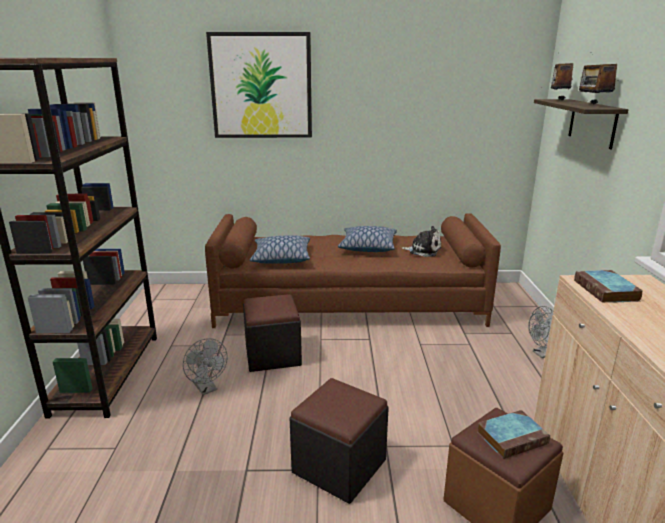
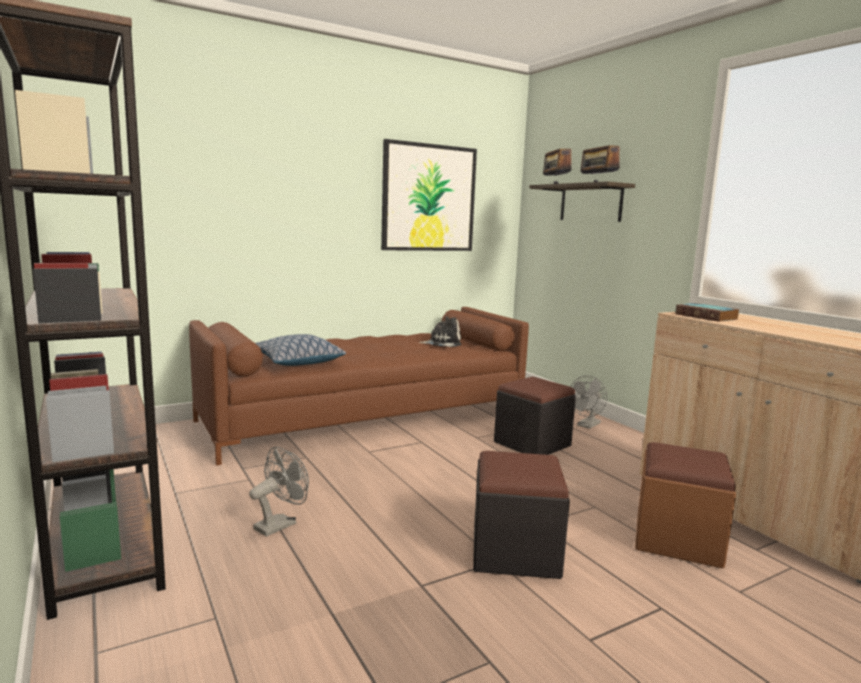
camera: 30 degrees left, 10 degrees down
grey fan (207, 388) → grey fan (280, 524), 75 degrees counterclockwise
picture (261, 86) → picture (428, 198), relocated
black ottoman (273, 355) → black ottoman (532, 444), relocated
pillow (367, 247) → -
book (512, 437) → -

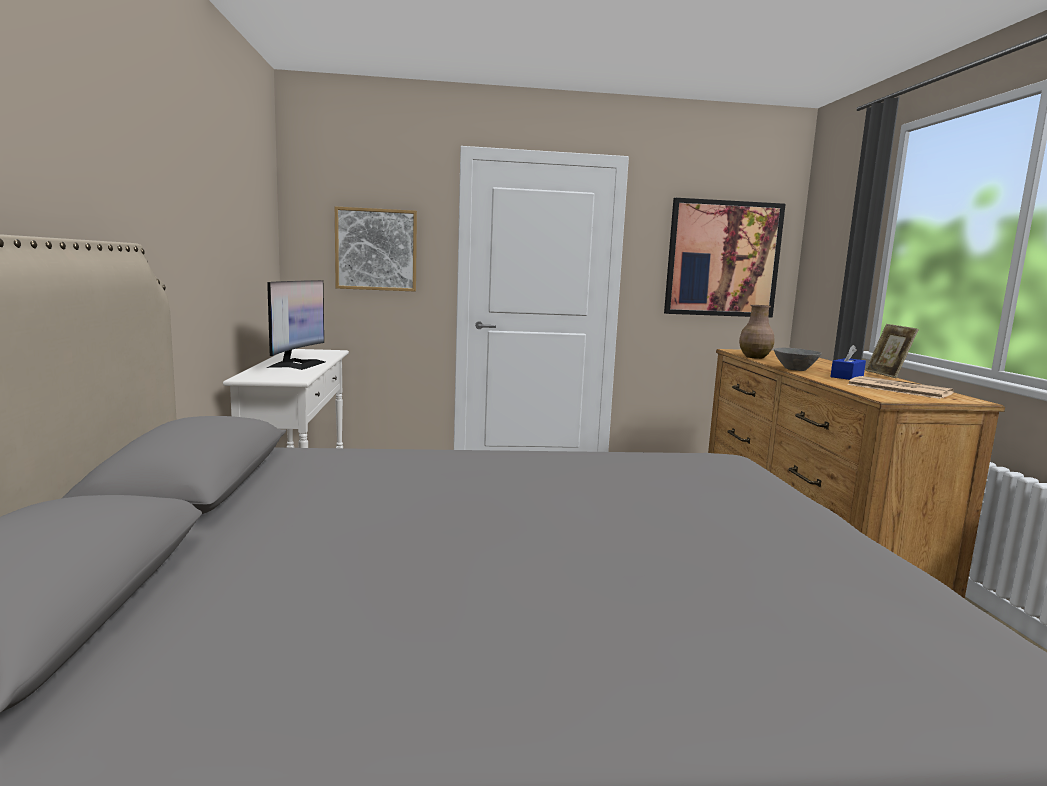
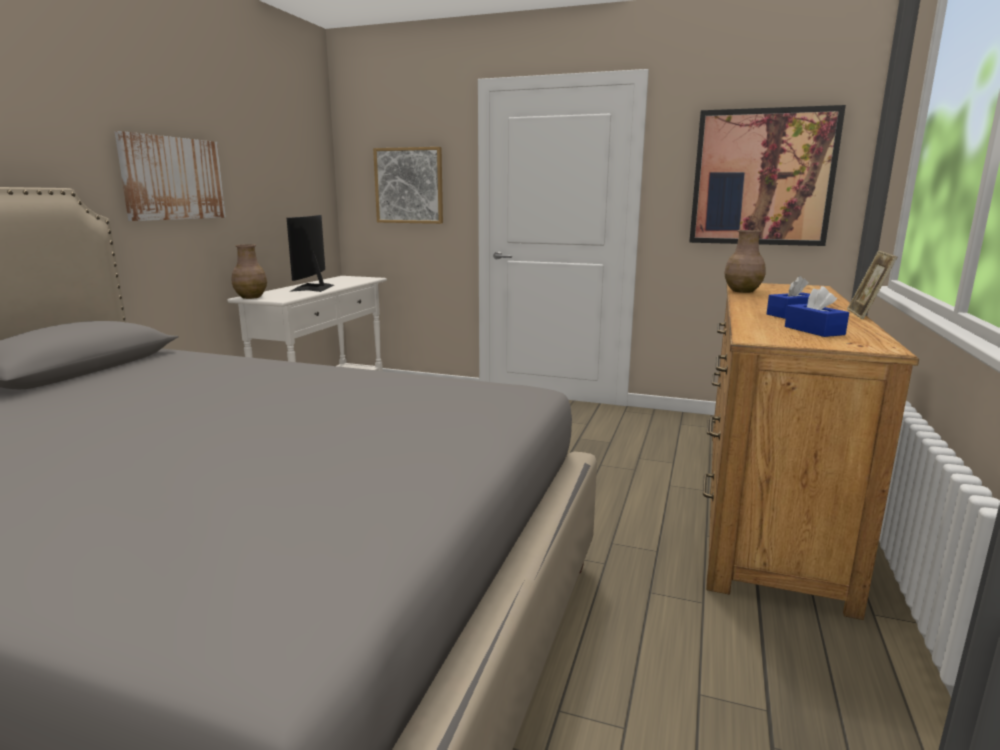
camera: 25 degrees right, 5 degrees up
- → picture (173, 178)
- → brown vase (251, 297)
monitor (297, 364) → monitor (312, 288), 150 degrees clockwise
newspaper (897, 389) → blue tissue box (814, 330)
grey bowl (795, 369) → -

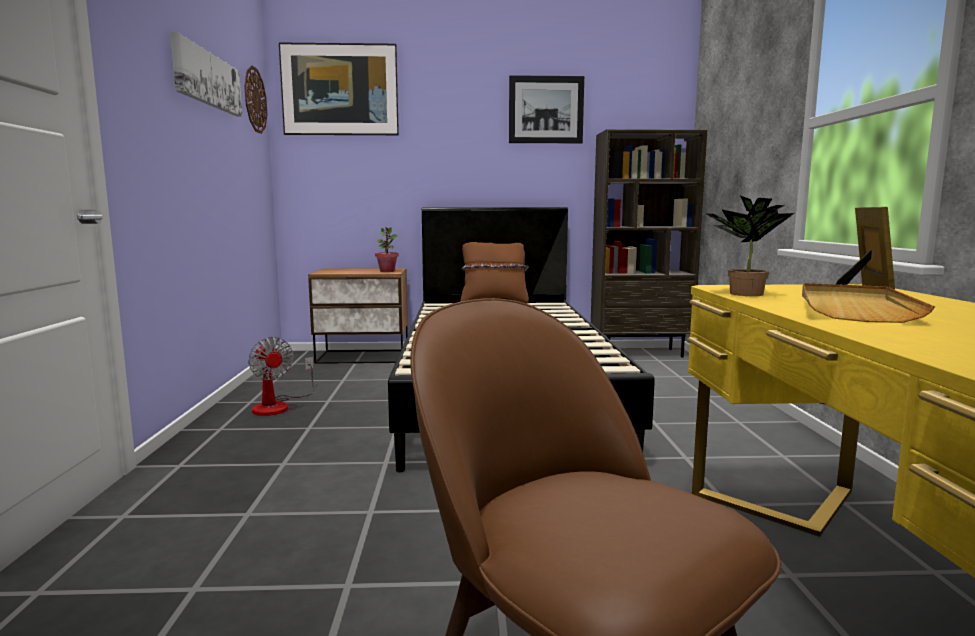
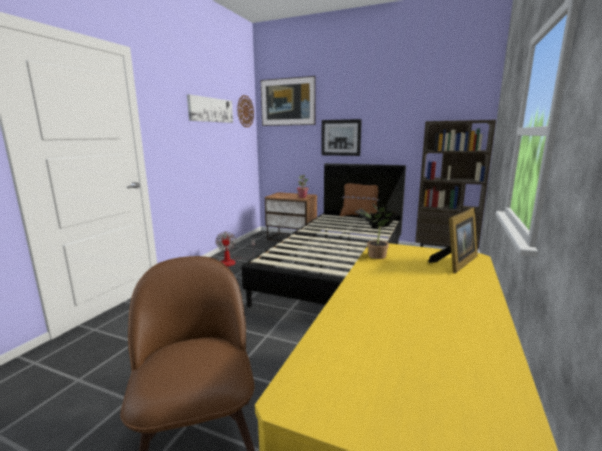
camera: 25 degrees right, 5 degrees up
picture (546, 110) → picture (341, 137), relocated
beige tray (853, 308) → -

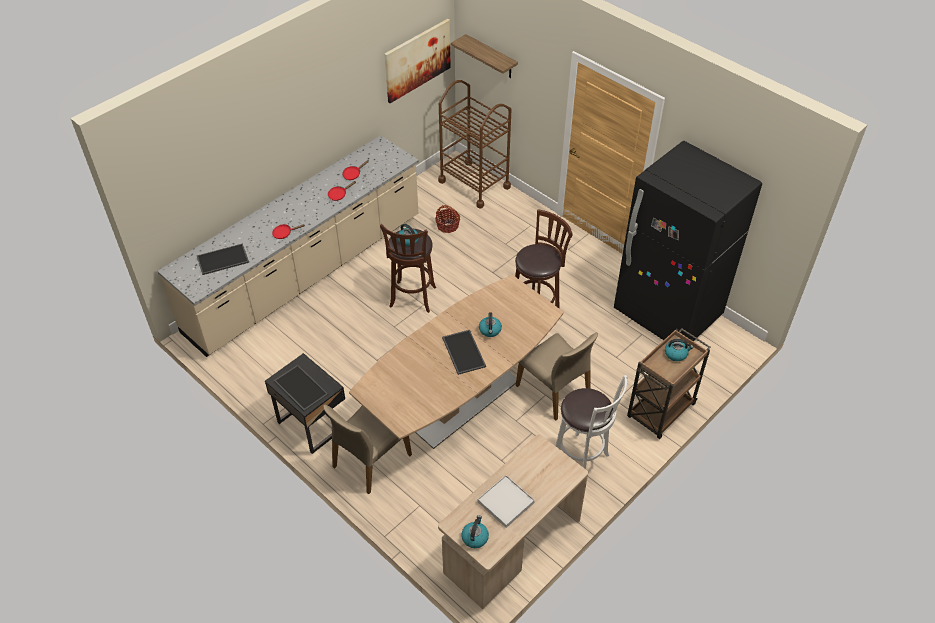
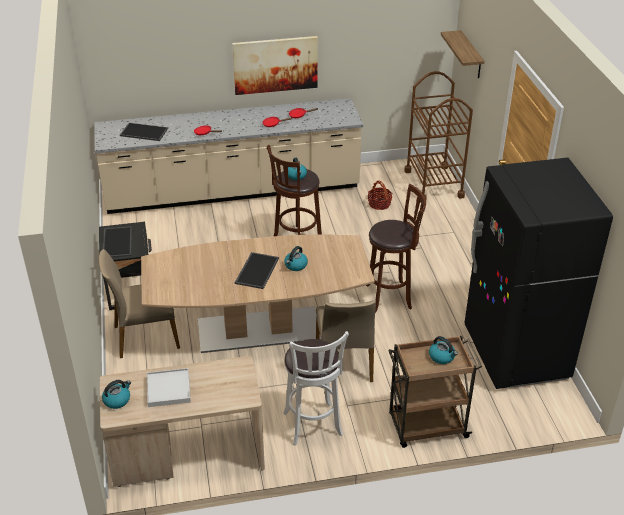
camera: 35 degrees right, 10 degrees down
picture (417, 60) → picture (275, 65), relocated

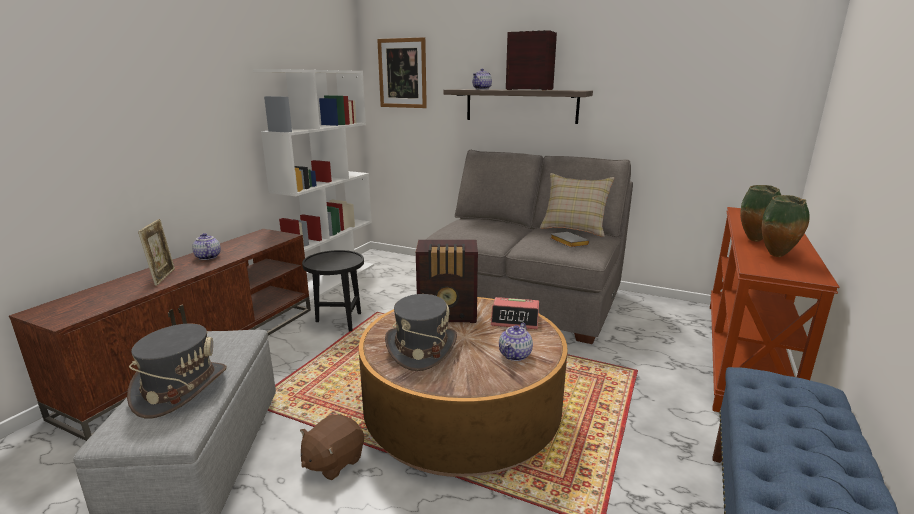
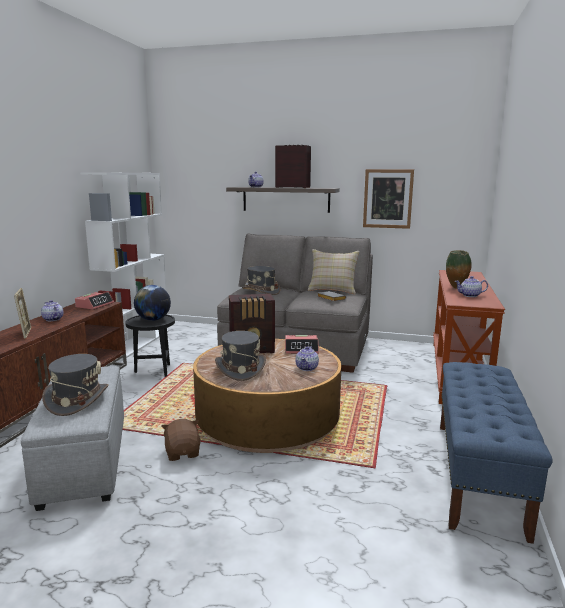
camera: 10 degrees left, 5 degrees down
- → alarm clock (95, 305)
- → globe (153, 320)
brown plush toy (333, 461) → brown plush toy (183, 452), 135 degrees clockwise
- → grey hat (261, 291)
picture (402, 73) → picture (388, 198), relocated
vase (777, 256) → teapot (470, 295)

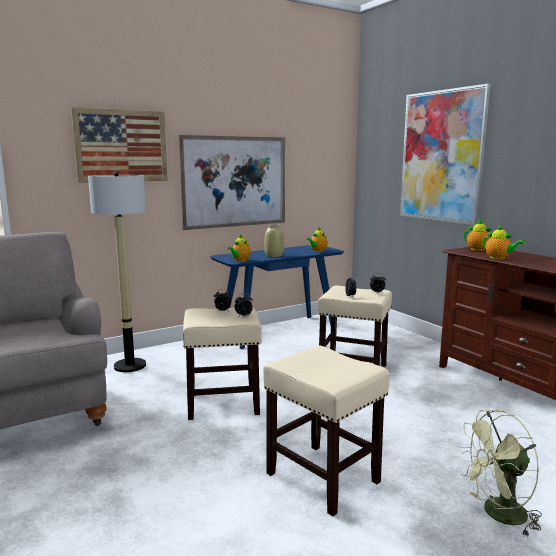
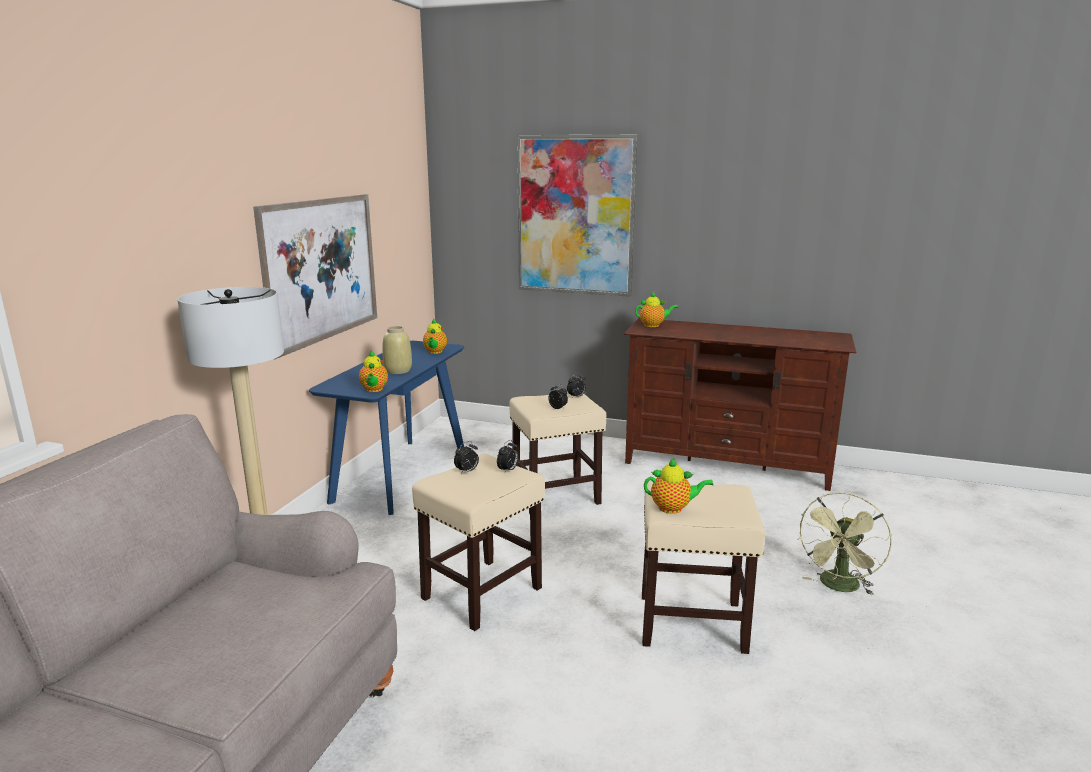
camera: 40 degrees left, 5 degrees up
teapot (499, 258) → teapot (673, 508), relocated
picture (121, 146) → -

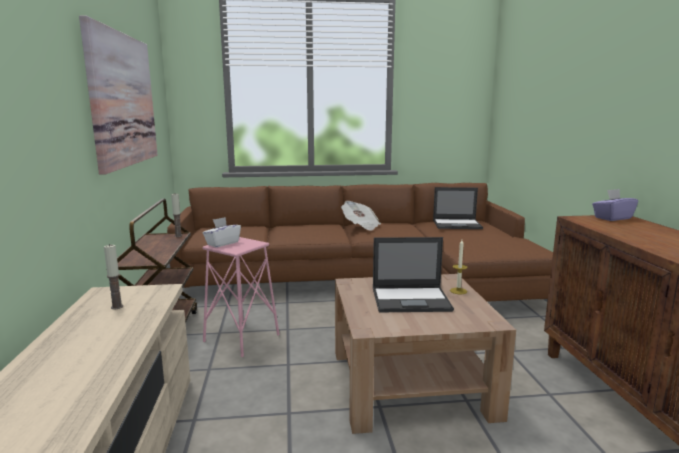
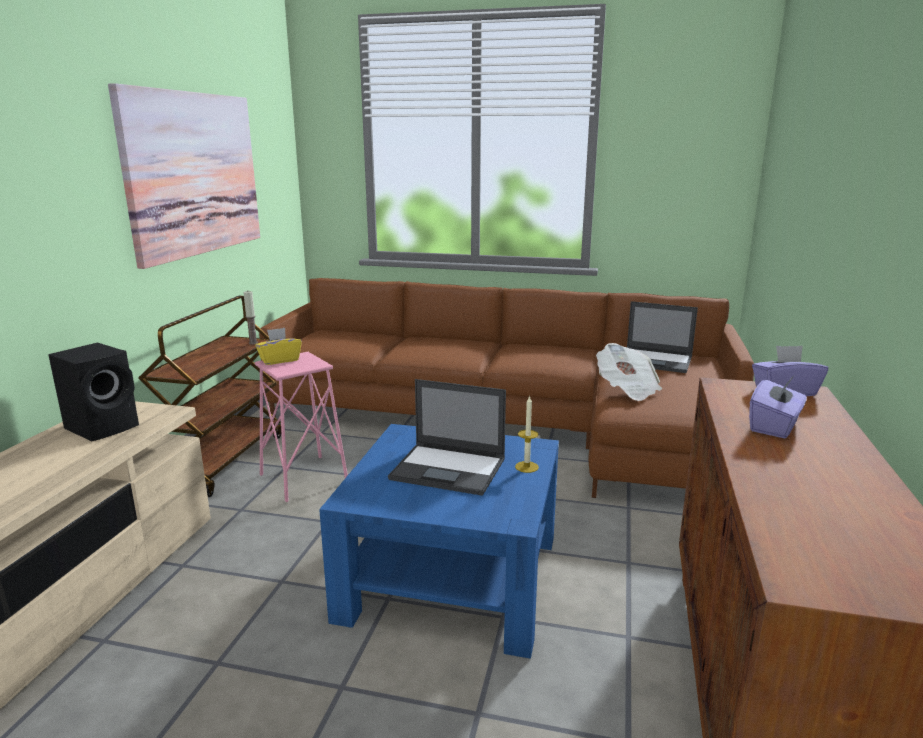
camera: 20 degrees right, 5 degrees up
candle (117, 307) → black speaker (104, 426)
white tissue box (222, 243) → yellow tissue box (279, 360)
brown coffee table (410, 382) → blue coffee table (451, 577)
newspaper (361, 226) → newspaper (627, 388), relocated
- → purple tissue box (774, 426)

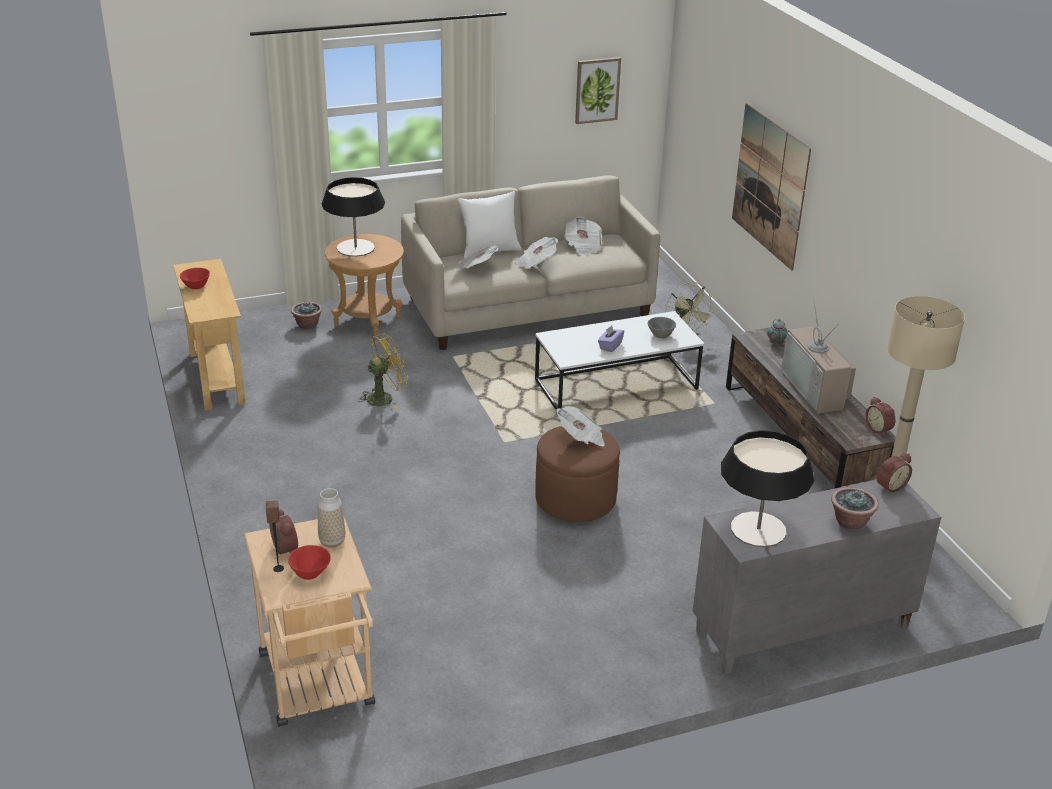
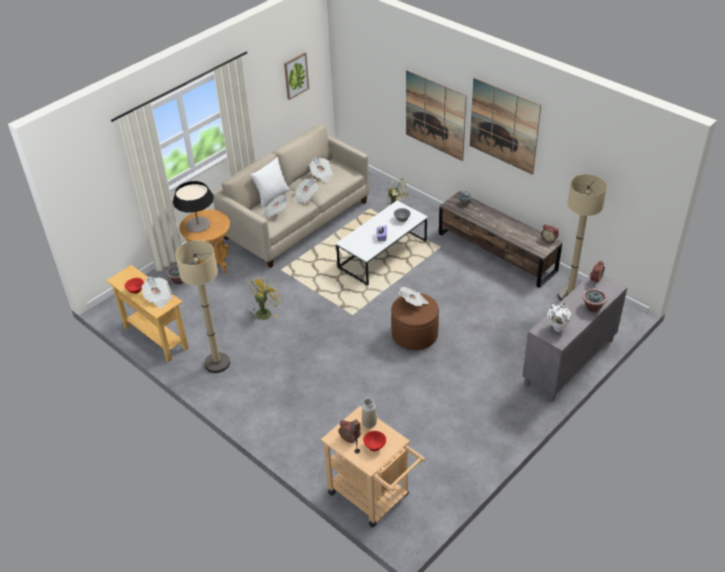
camera: 25 degrees left, 10 degrees up
- → newspaper (158, 298)
- → beige floor lamp (217, 363)
- → picture (504, 126)
table lamp (758, 529) → white vase (557, 328)
television (817, 390) → -

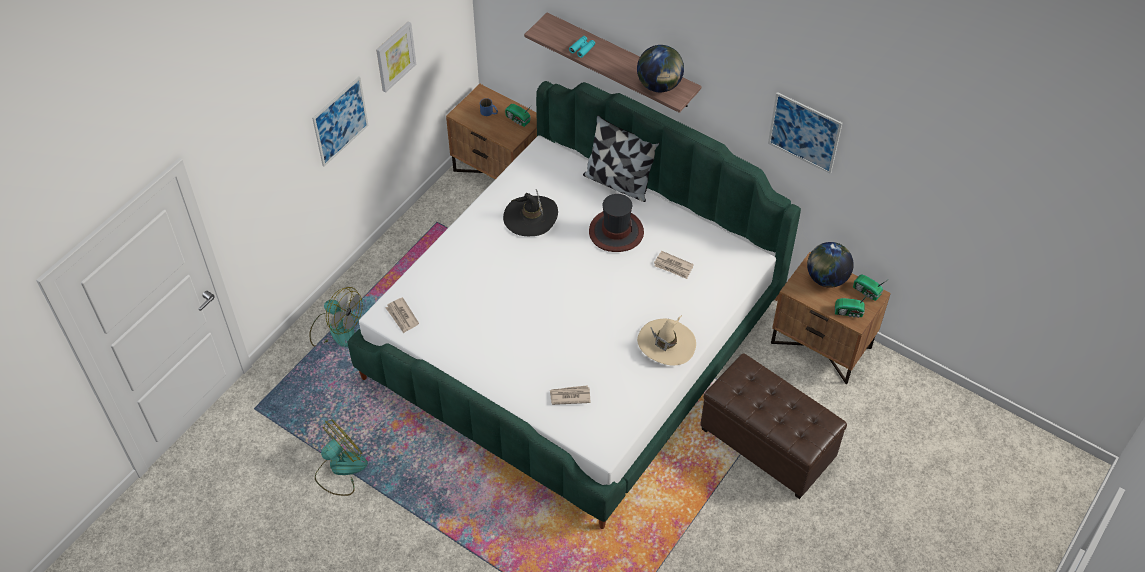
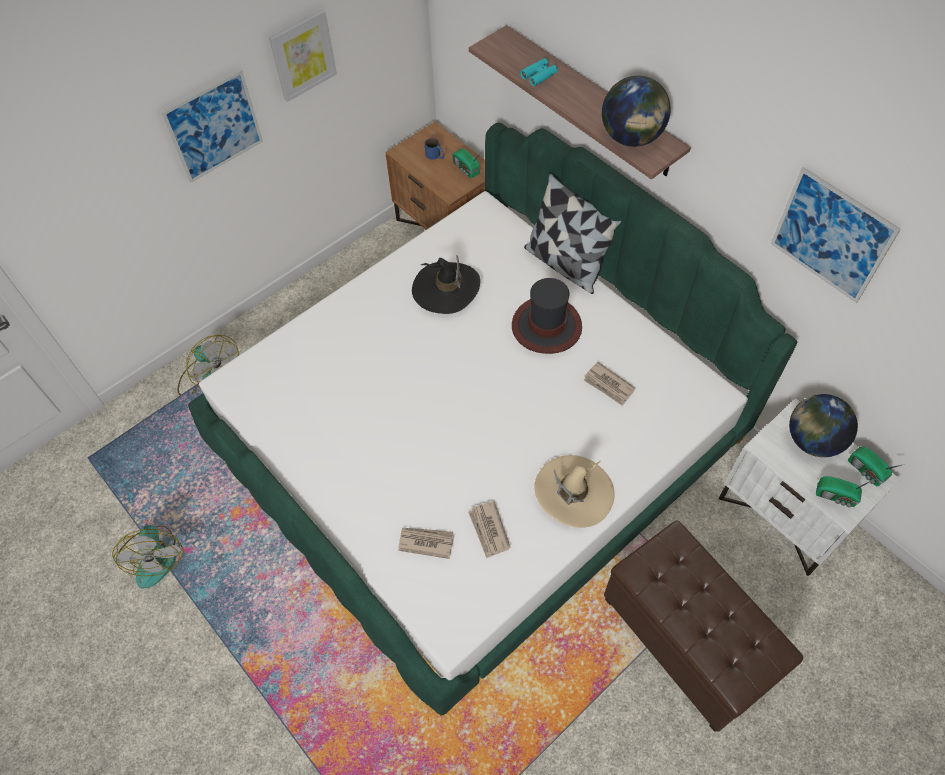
camera: 15 degrees right, 5 degrees up
fan (340, 469) → fan (155, 556), 105 degrees clockwise
newspaper (402, 316) → newspaper (489, 530), relocated
brown nightstand (822, 344) → white nightstand (784, 514)

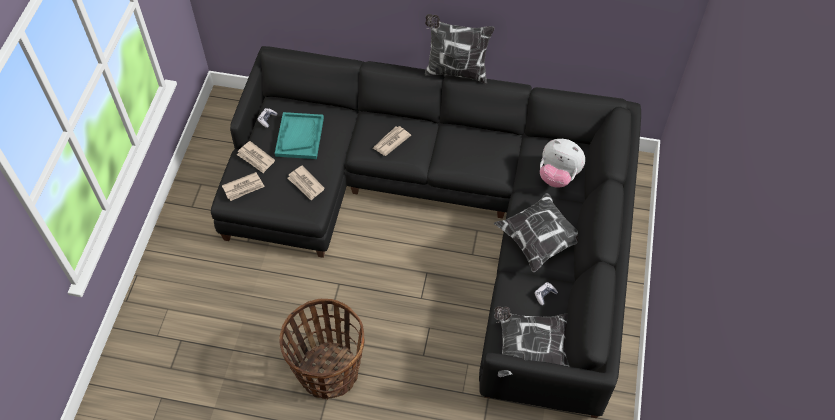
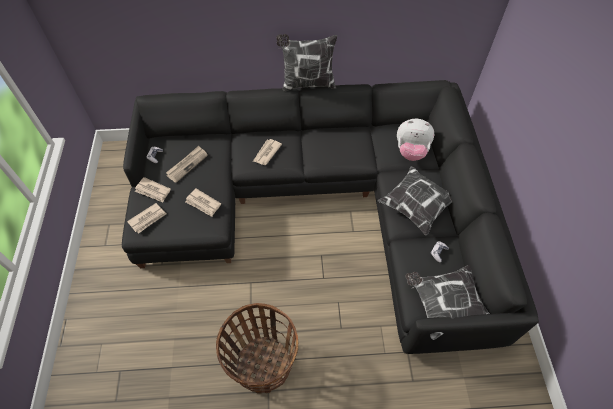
camera: 15 degrees left, 0 degrees up
turquoise tray (299, 136) → newspaper (187, 164)

